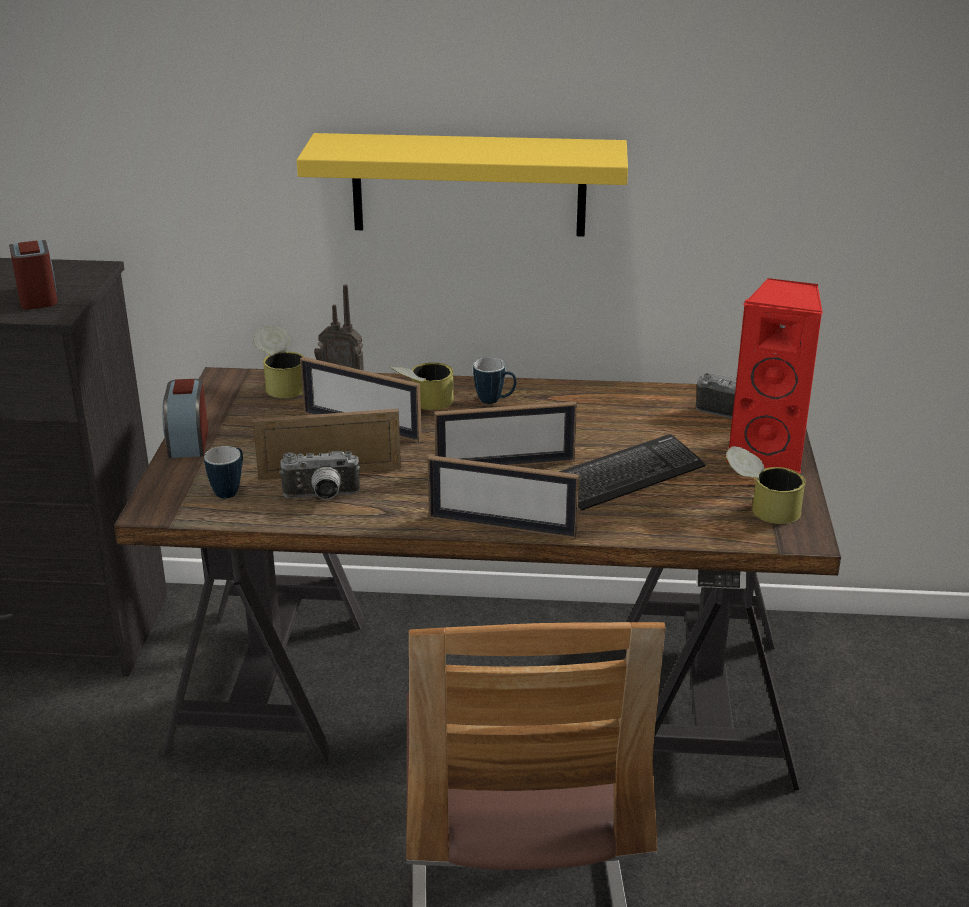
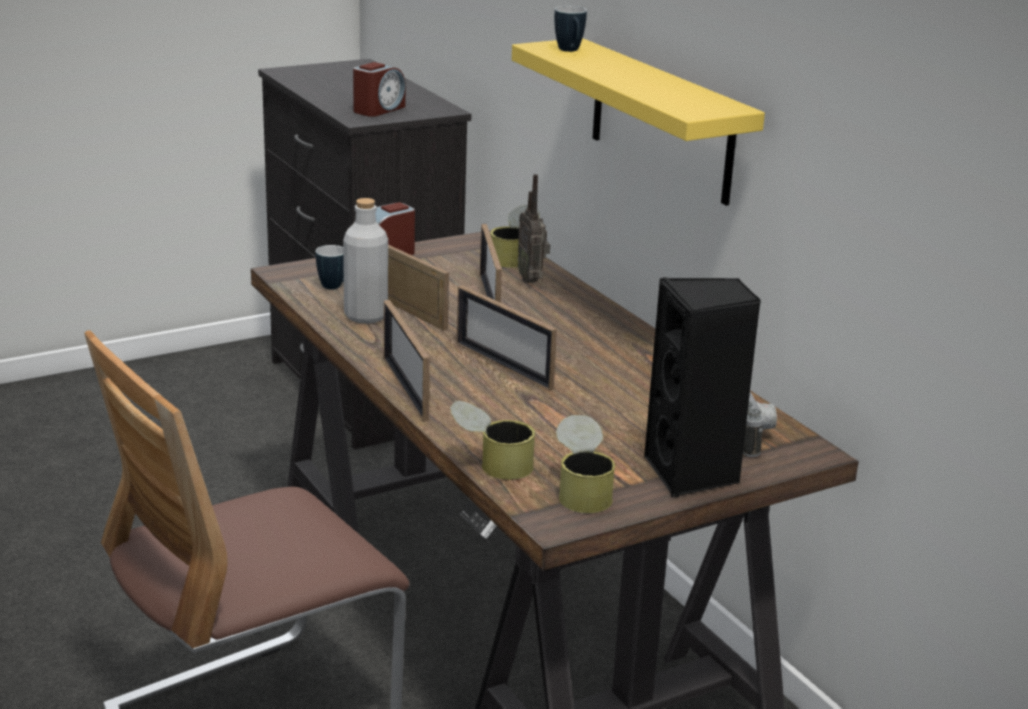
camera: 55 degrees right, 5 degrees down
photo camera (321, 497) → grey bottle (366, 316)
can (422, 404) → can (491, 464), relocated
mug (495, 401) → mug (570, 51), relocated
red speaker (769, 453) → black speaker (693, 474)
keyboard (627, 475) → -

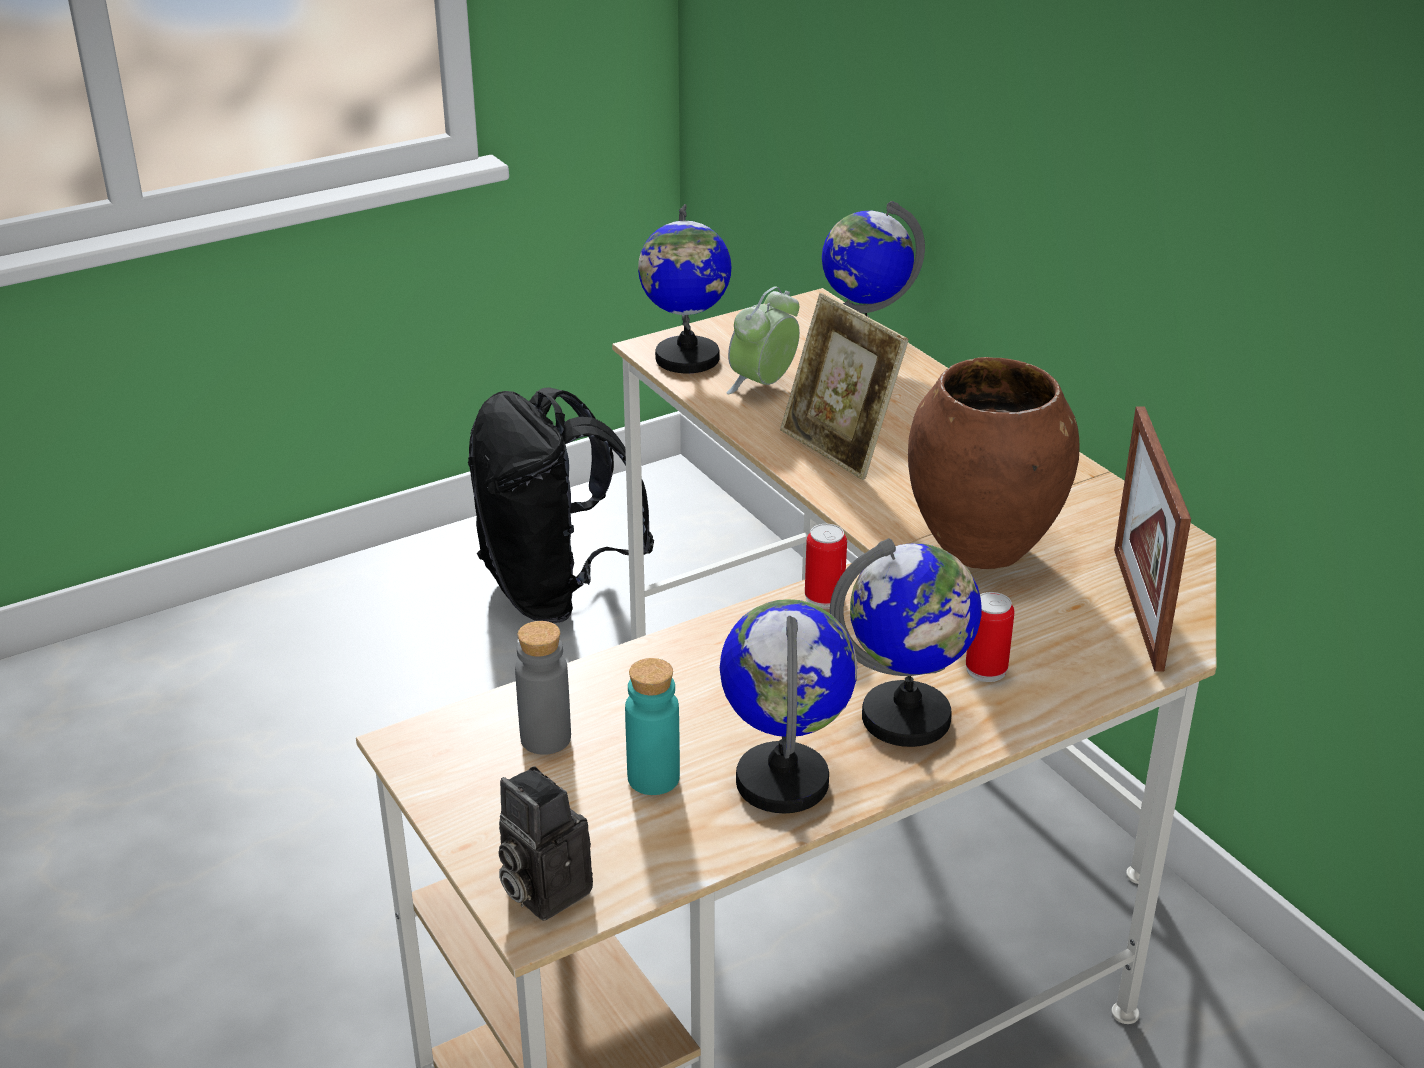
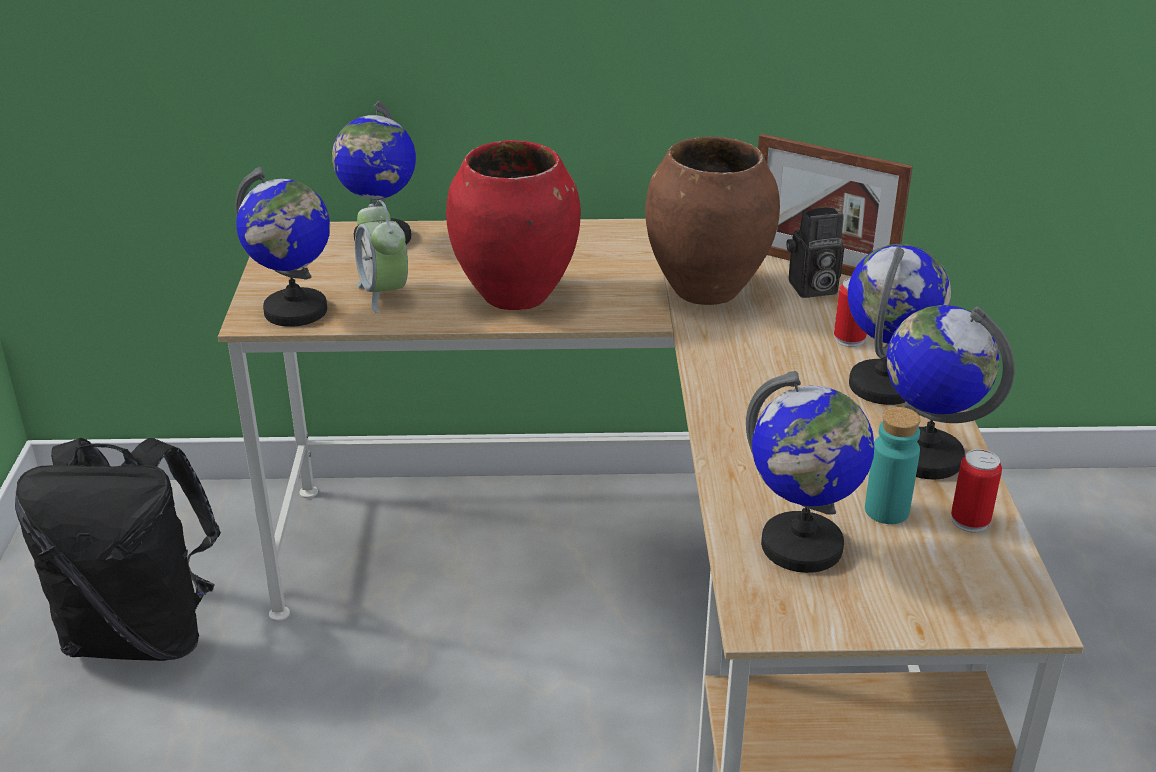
camera: 60 degrees left, 0 degrees up
picture frame (839, 448) → red vase (516, 295)
grey bottle (545, 738) → globe (802, 547)
photo camera (541, 889) → photo camera (811, 289), relocated
can (824, 598) → can (970, 521), relocated

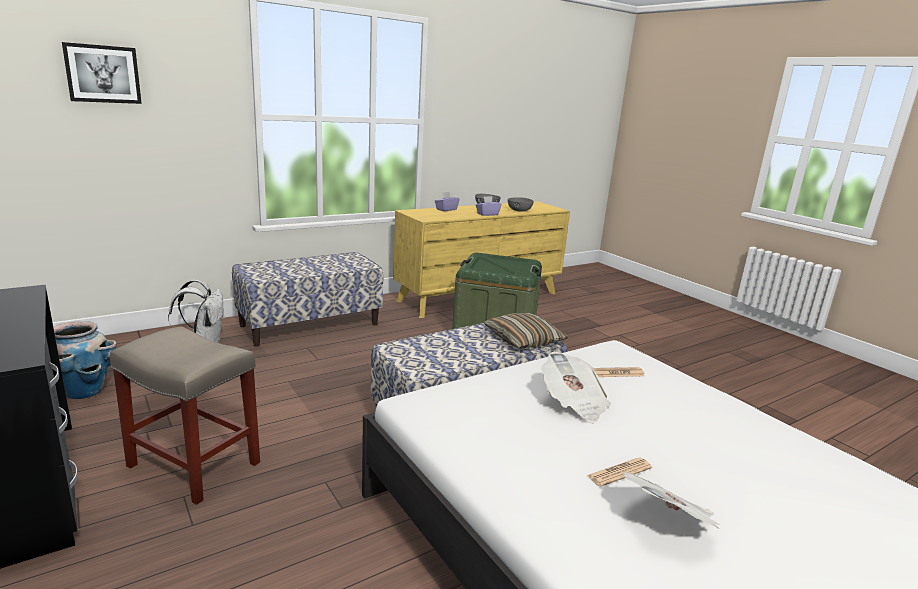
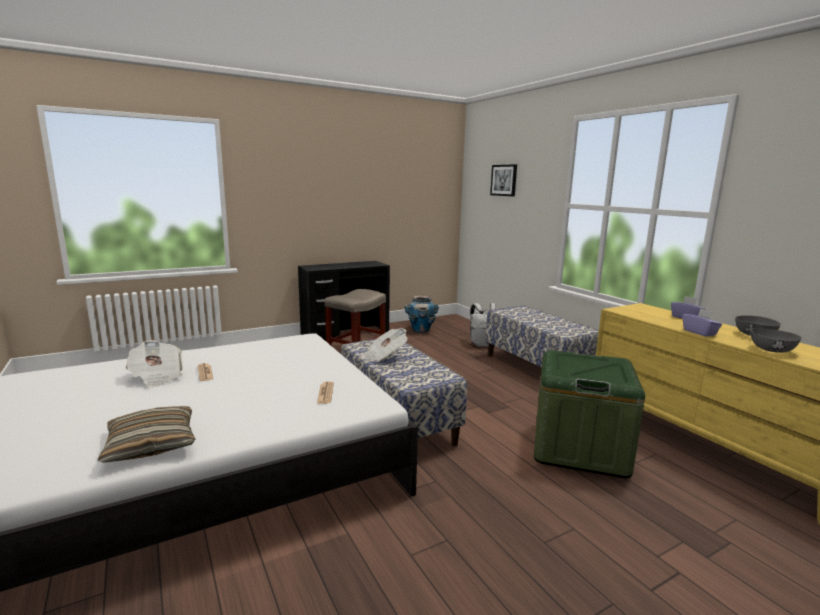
camera: 95 degrees right, 5 degrees down
pillow (523, 340) → pillow (151, 444), relocated
newspaper (573, 404) → newspaper (384, 356), relocated

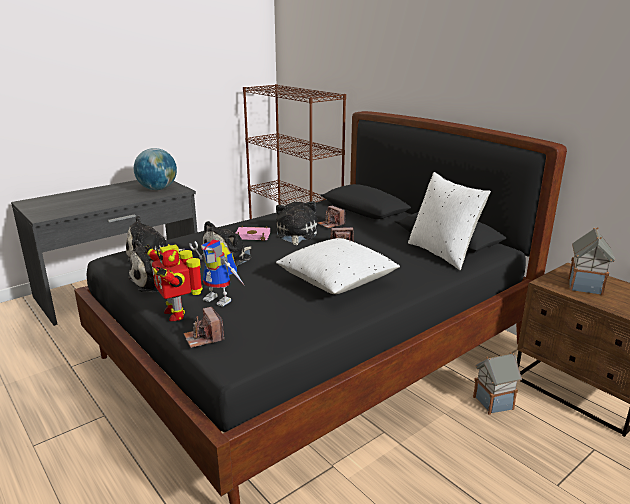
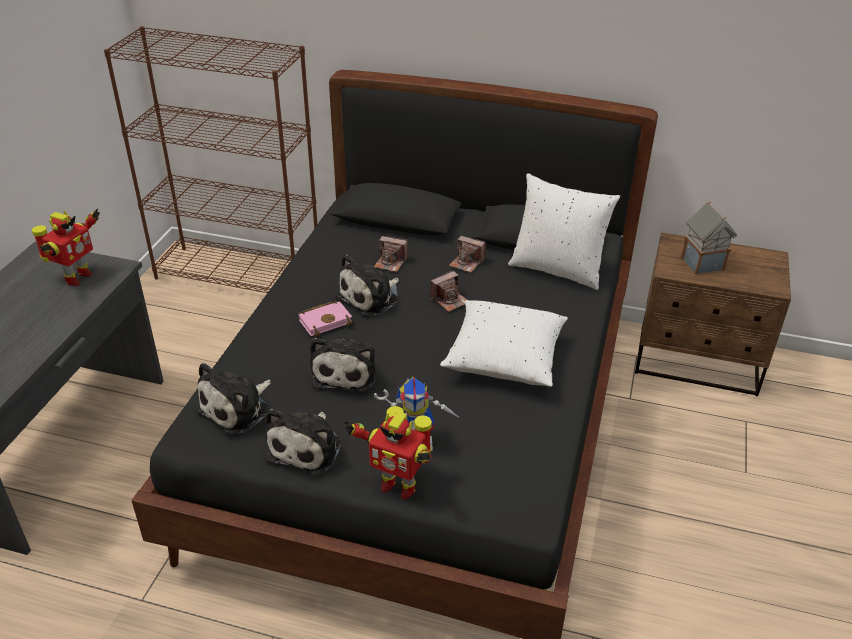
camera: 35 degrees left, 15 degrees up
globe (157, 189) → toy robot (76, 278)
plush toy (295, 234) → plush toy (371, 297), 105 degrees counterclockwise
photo camera (203, 338) → photo camera (466, 263), relocated
toy house (493, 402) → -

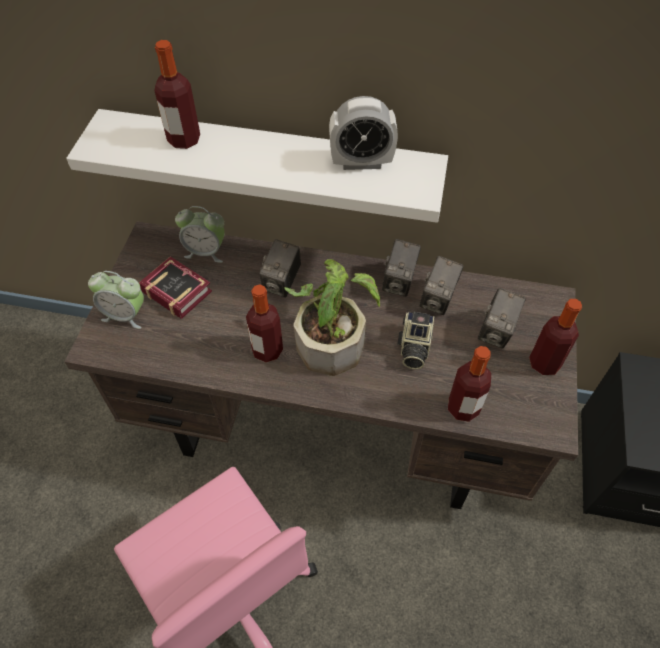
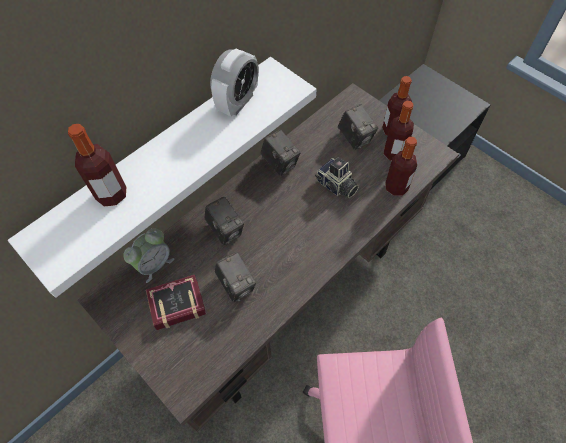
camera: 55 degrees left, 5 degrees up
photo camera (438, 300) → photo camera (236, 285), relocated
bottle (267, 350) → bottle (394, 153), relocated
alarm clock (125, 315) → -
potted plant (332, 338) → -

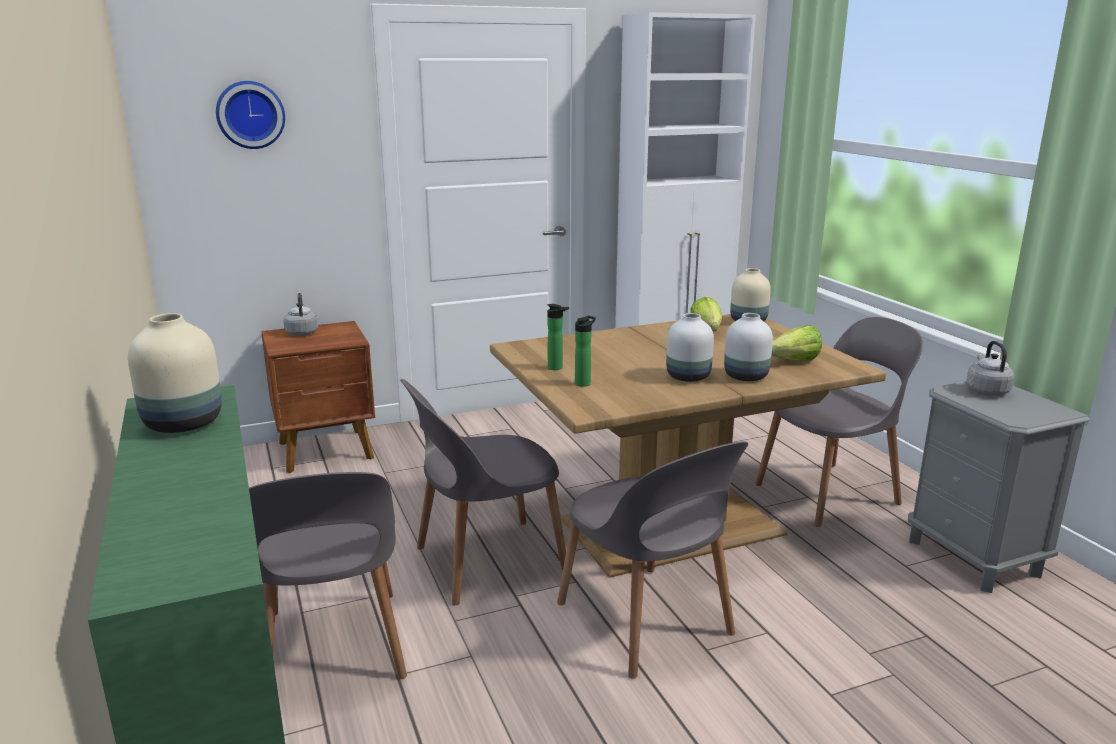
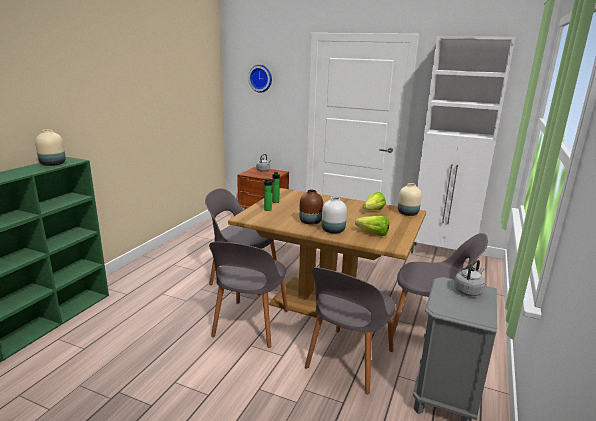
camera: 45 degrees right, 0 degrees up
white vase (687, 377) → brown vase (310, 222)
grey chair (333, 648) → grey chair (349, 360), relocated

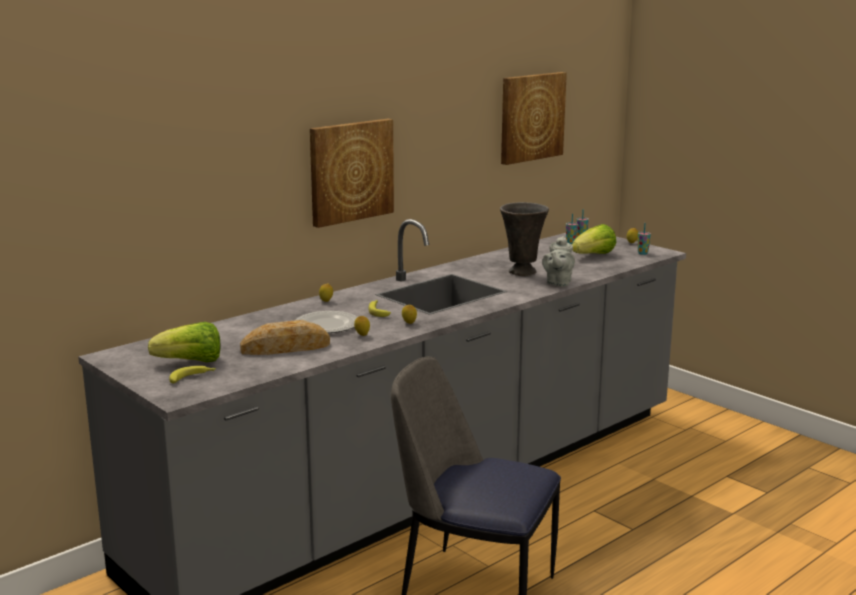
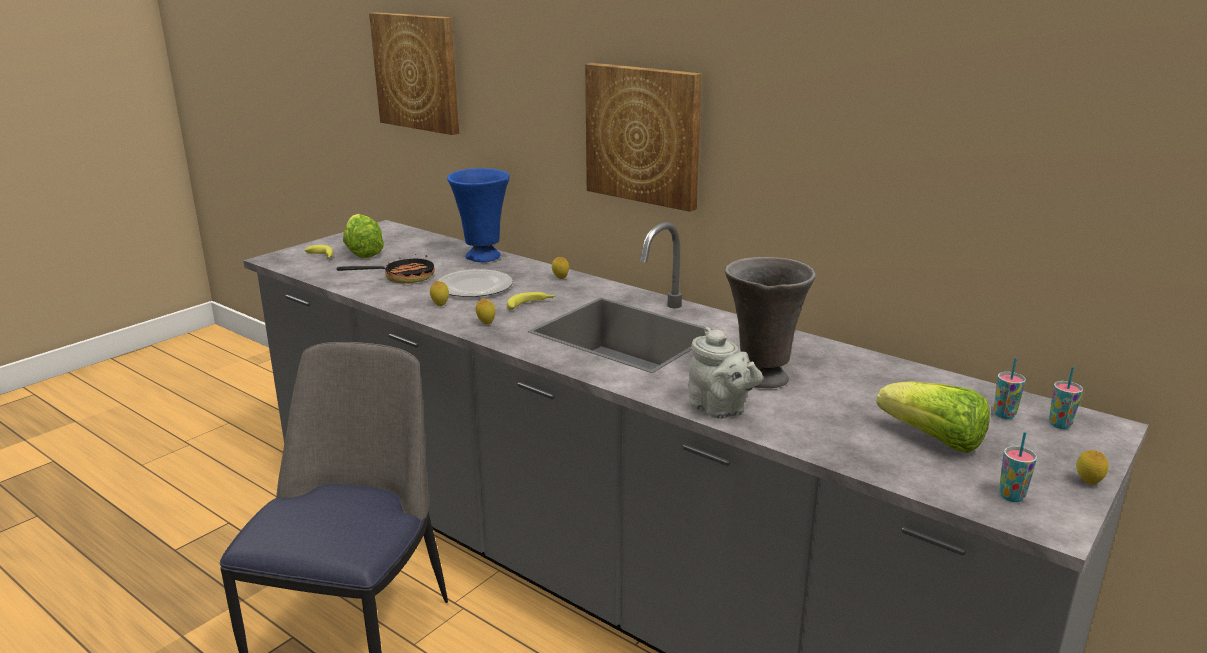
camera: 80 degrees right, 5 degrees up
bread (285, 347) → frying pan (401, 278)
picture (531, 117) → picture (417, 72), relocated
- → blue vase (483, 257)
grey teapot (558, 283) → grey teapot (720, 409), 135 degrees counterclockwise

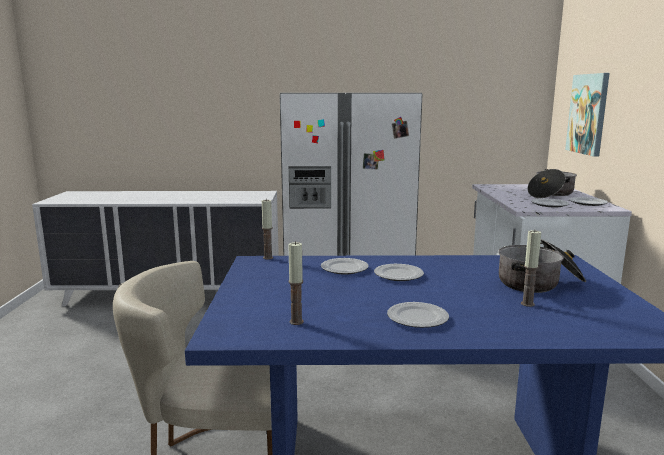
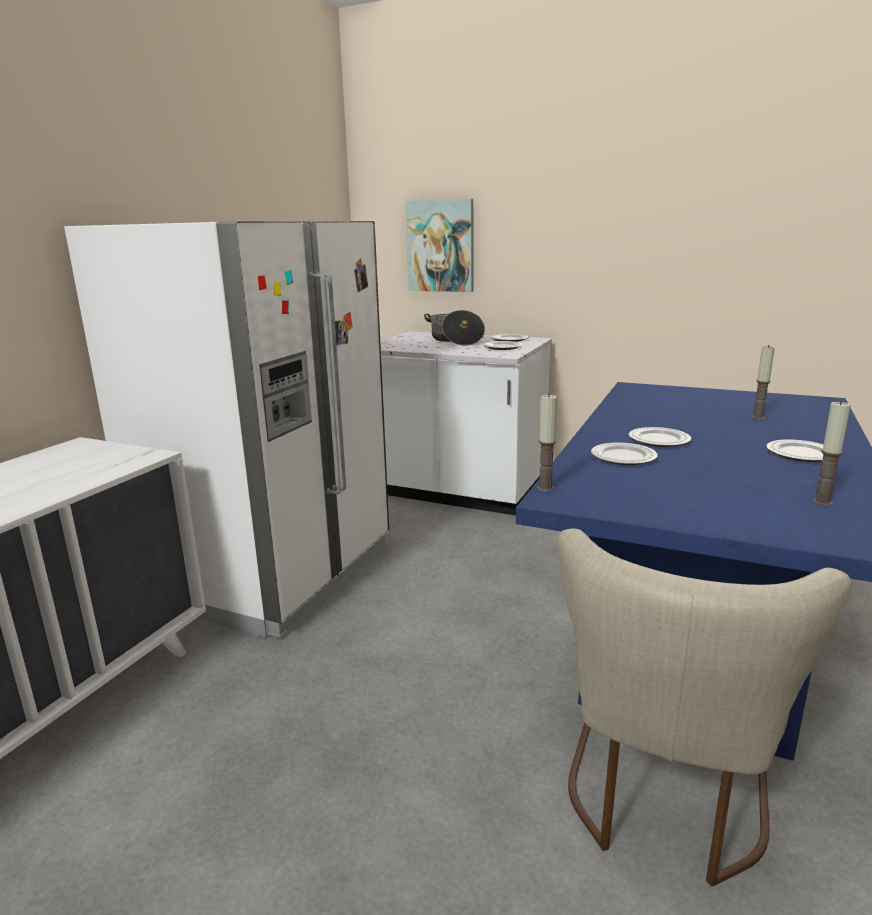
camera: 65 degrees left, 5 degrees up
cooking pot (539, 283) → -

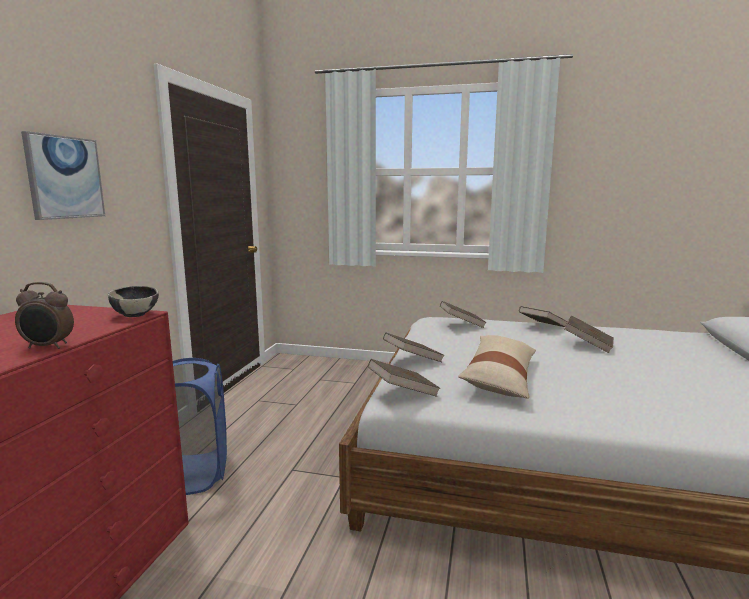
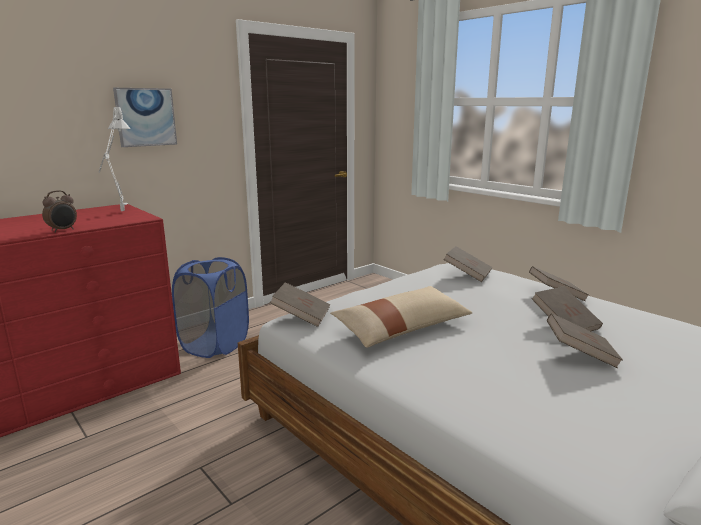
camera: 35 degrees right, 5 degrees up
alarm clock (48, 347) → alarm clock (63, 230), 90 degrees counterclockwise
- → grey table lamp (121, 213)
brown book (412, 360) → brown book (580, 354), relocated
bowl (136, 315) → -

